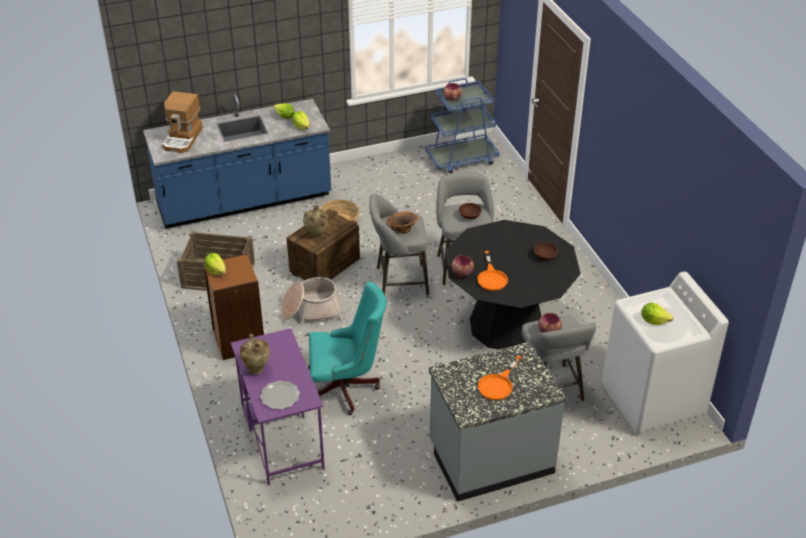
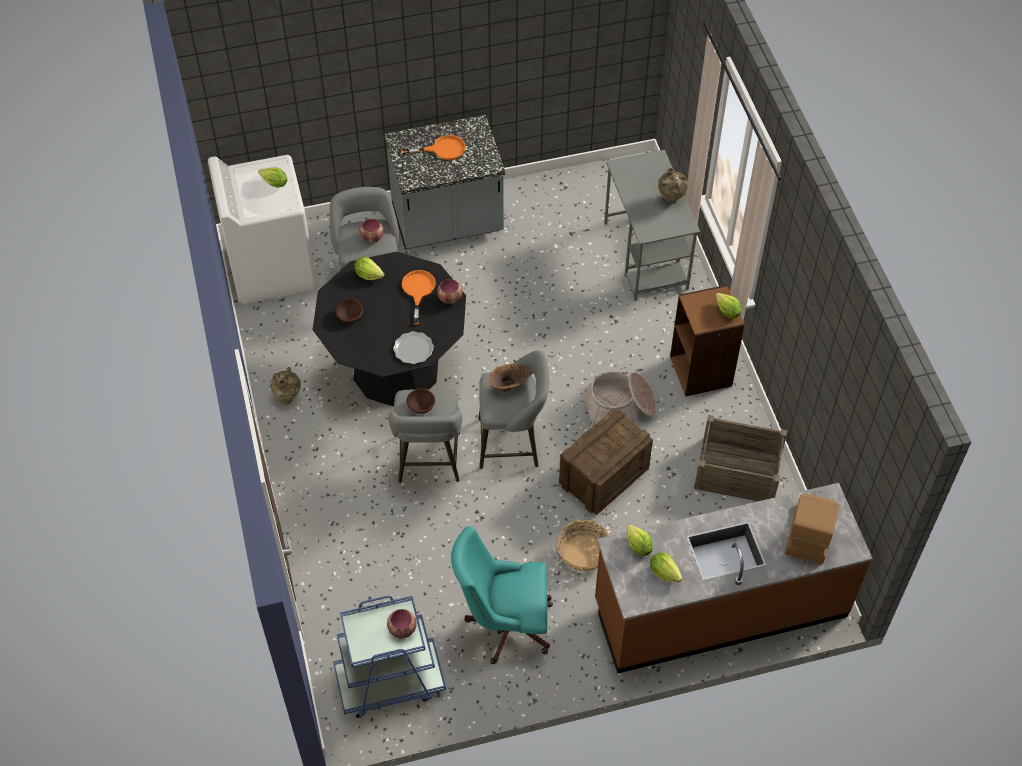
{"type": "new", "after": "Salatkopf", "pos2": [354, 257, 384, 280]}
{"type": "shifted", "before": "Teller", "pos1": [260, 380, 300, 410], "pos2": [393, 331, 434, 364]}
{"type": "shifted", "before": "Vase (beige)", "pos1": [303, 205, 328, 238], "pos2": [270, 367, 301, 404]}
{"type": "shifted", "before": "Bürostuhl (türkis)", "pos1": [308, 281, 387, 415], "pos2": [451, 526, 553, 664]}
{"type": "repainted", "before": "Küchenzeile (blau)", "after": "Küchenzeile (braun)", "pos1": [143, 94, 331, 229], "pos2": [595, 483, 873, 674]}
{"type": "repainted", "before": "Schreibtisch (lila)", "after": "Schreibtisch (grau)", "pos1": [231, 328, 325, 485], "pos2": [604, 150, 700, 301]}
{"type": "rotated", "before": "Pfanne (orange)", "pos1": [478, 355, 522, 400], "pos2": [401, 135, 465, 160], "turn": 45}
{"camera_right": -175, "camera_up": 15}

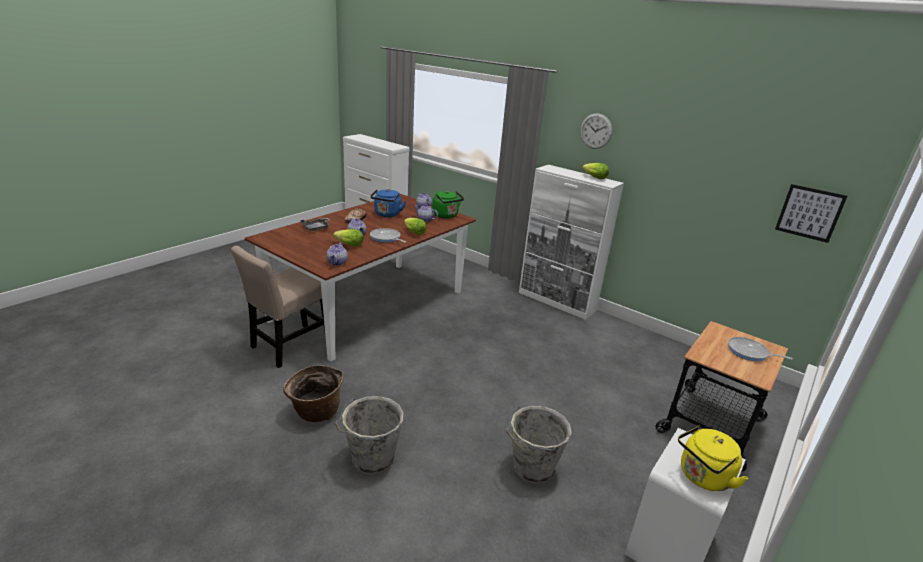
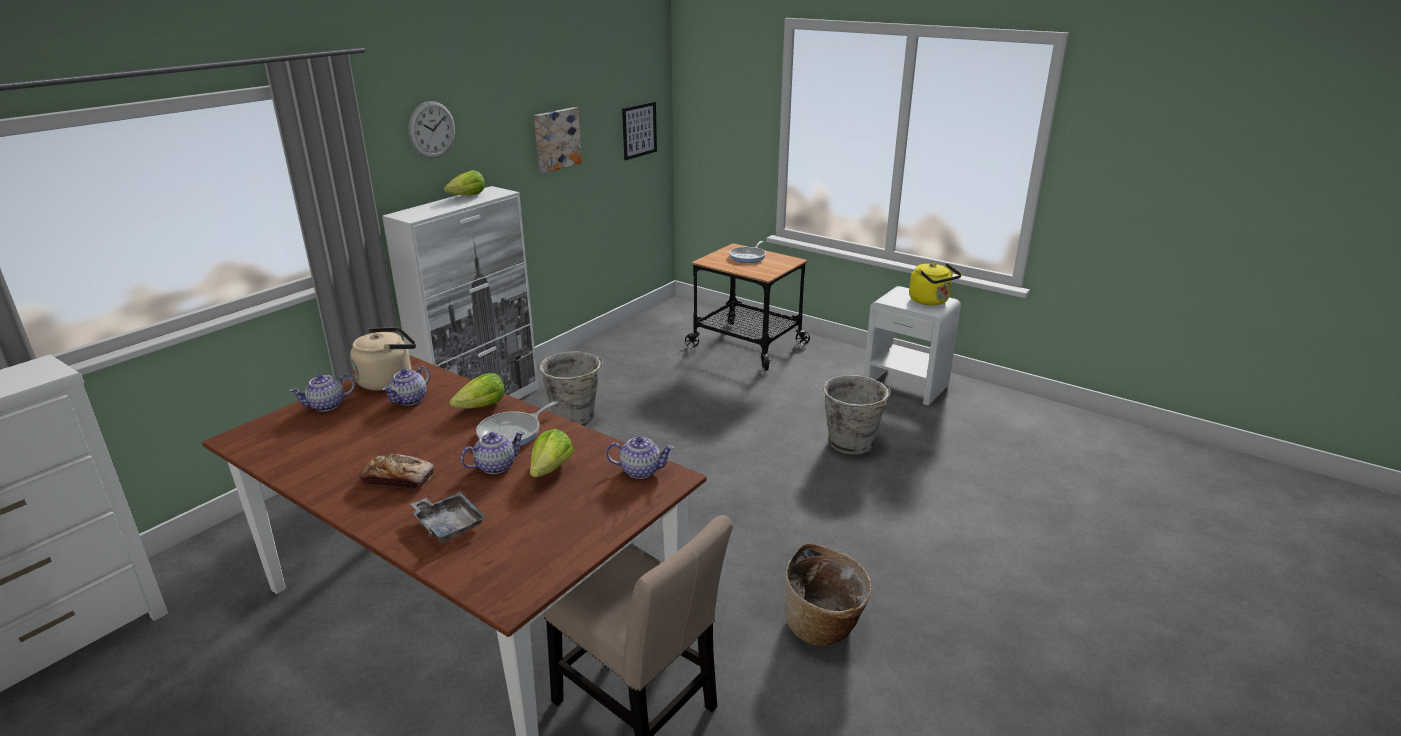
{"type": "gone", "before": "Wasserkessel (blau)", "pos1": [370, 189, 406, 217]}
{"type": "new", "after": "Bild", "pos2": [534, 107, 582, 173]}
{"type": "shifted", "before": "Eimer (grau)", "pos1": [335, 396, 404, 475], "pos2": [540, 351, 603, 425]}
{"type": "repainted", "before": "Wasserkessel (grün)", "after": "Wasserkessel (beige)", "pos1": [432, 191, 464, 218], "pos2": [350, 327, 416, 391]}
{"camera_right": -90, "camera_up": 0}

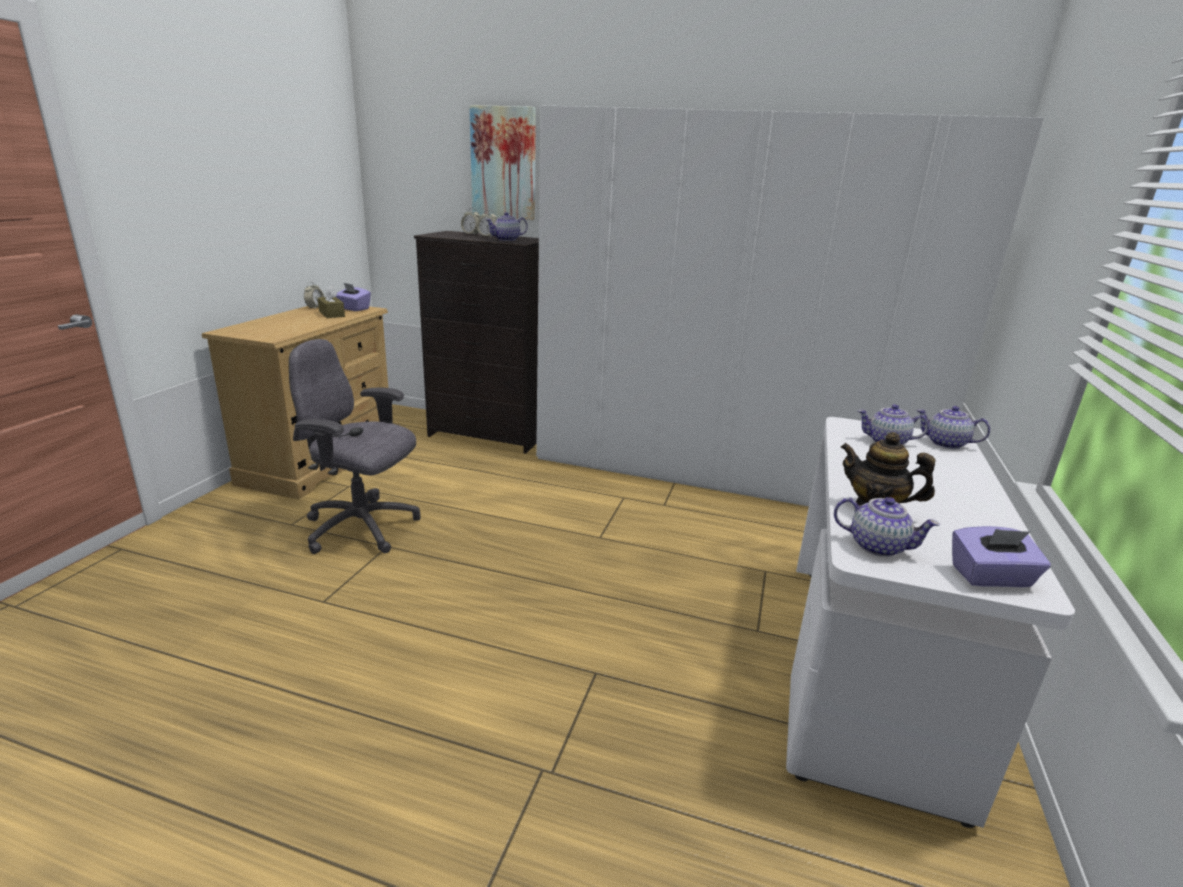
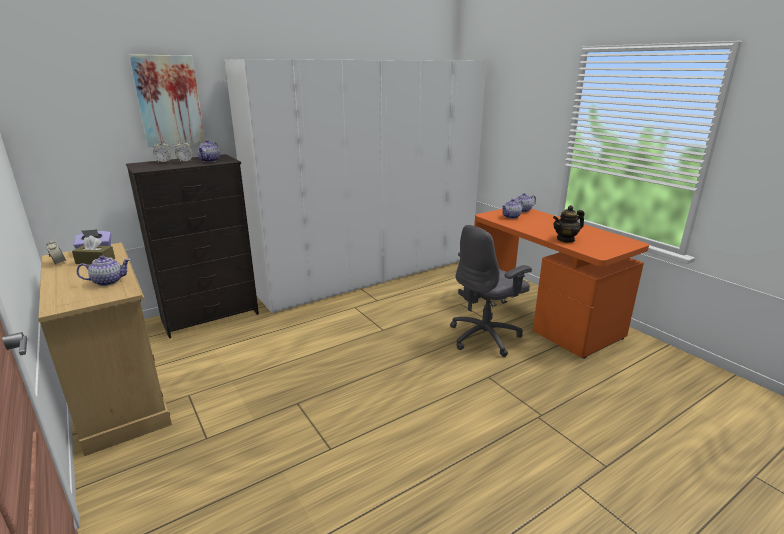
{"type": "gone", "before": "Taschentuchbox (lila)", "pos1": [952, 526, 1051, 587]}
{"type": "shifted", "before": "Bürostuhl (grau)", "pos1": [289, 339, 421, 554], "pos2": [450, 225, 532, 357]}
{"type": "shifted", "before": "Teekanne", "pos1": [834, 497, 940, 557], "pos2": [77, 255, 131, 286]}
{"type": "repainted", "before": "Schreibtisch (weiß)", "after": "Schreibtisch (orange)", "pos1": [786, 417, 1075, 828], "pos2": [474, 209, 649, 359]}
{"camera_right": -50, "camera_up": 0}

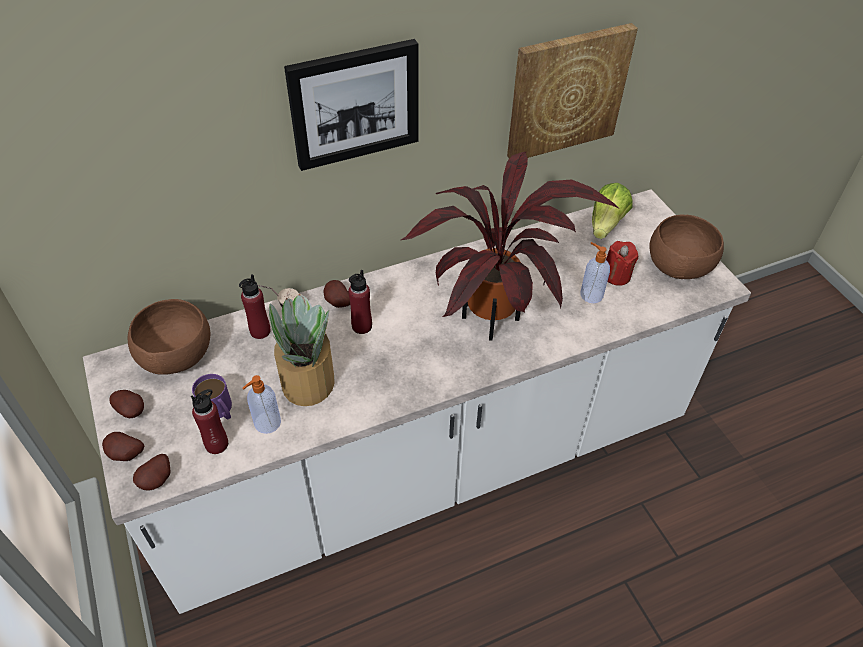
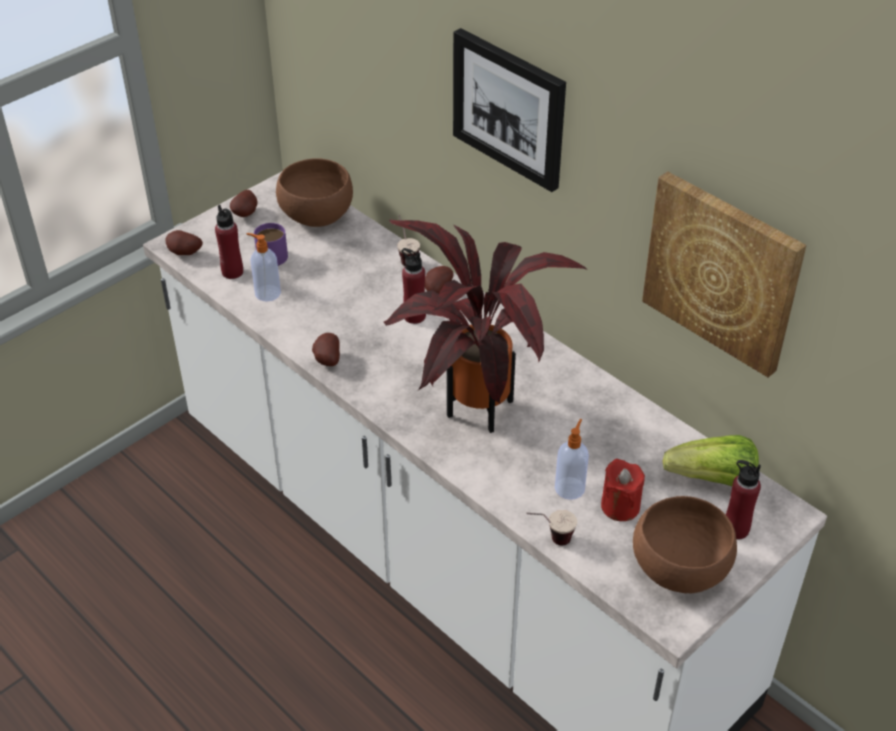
{"type": "gone", "before": "Topfpflanze", "pos1": [269, 294, 335, 406]}
{"type": "new", "after": "Tasse", "pos2": [526, 510, 577, 546]}
{"type": "shifted", "before": "Kartoffel", "pos1": [102, 432, 144, 461], "pos2": [312, 333, 340, 366]}
{"type": "shifted", "before": "Flasche (rot)", "pos1": [239, 274, 271, 339], "pos2": [726, 460, 761, 539]}
{"camera_right": 70, "camera_up": -5}

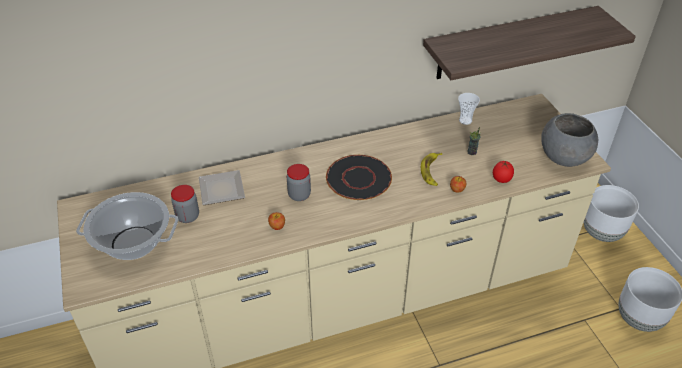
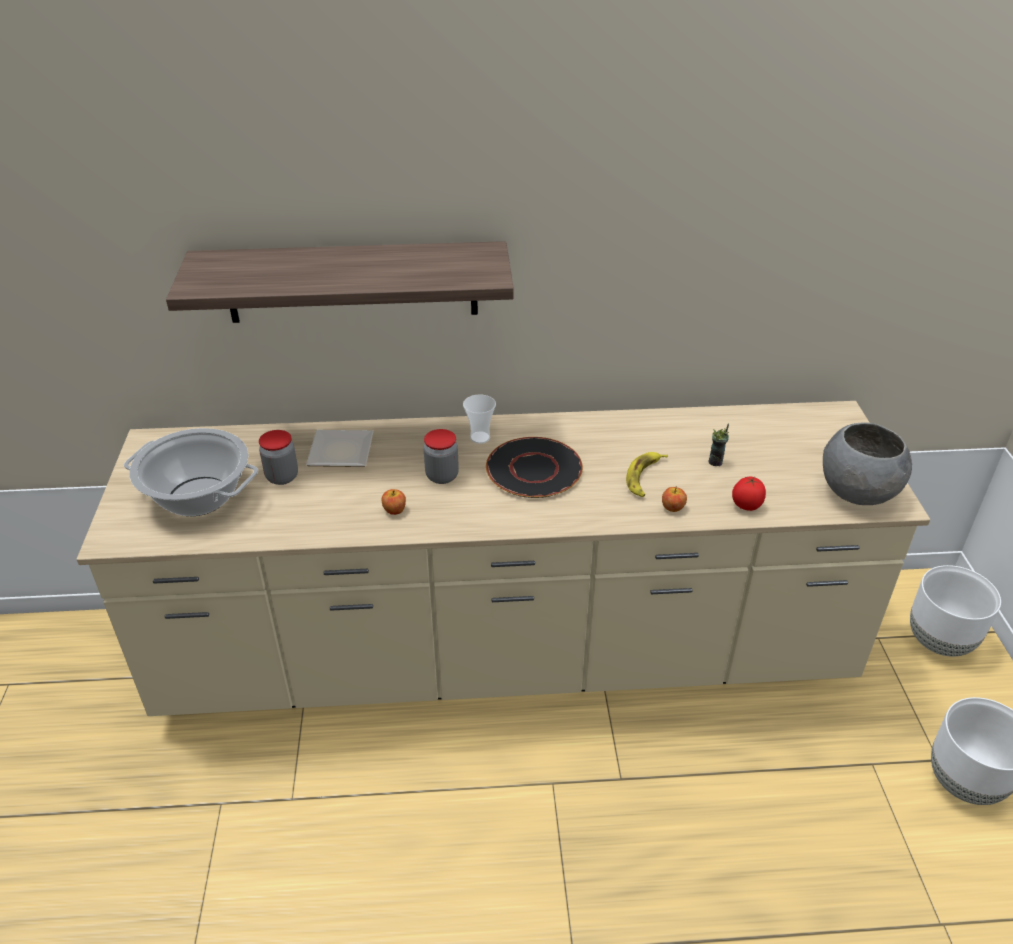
{"type": "shifted", "before": "Wandregal", "pos1": [423, 6, 636, 80], "pos2": [166, 241, 514, 323]}
{"type": "shifted", "before": "Tasse", "pos1": [458, 93, 480, 125], "pos2": [463, 394, 496, 444]}
{"camera_right": 15, "camera_up": -5}

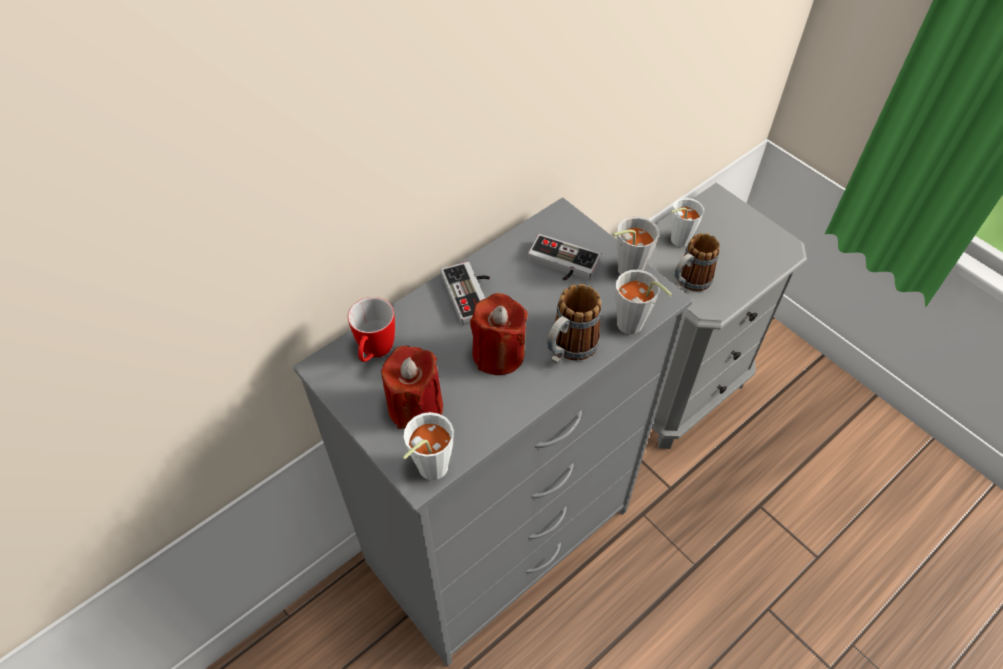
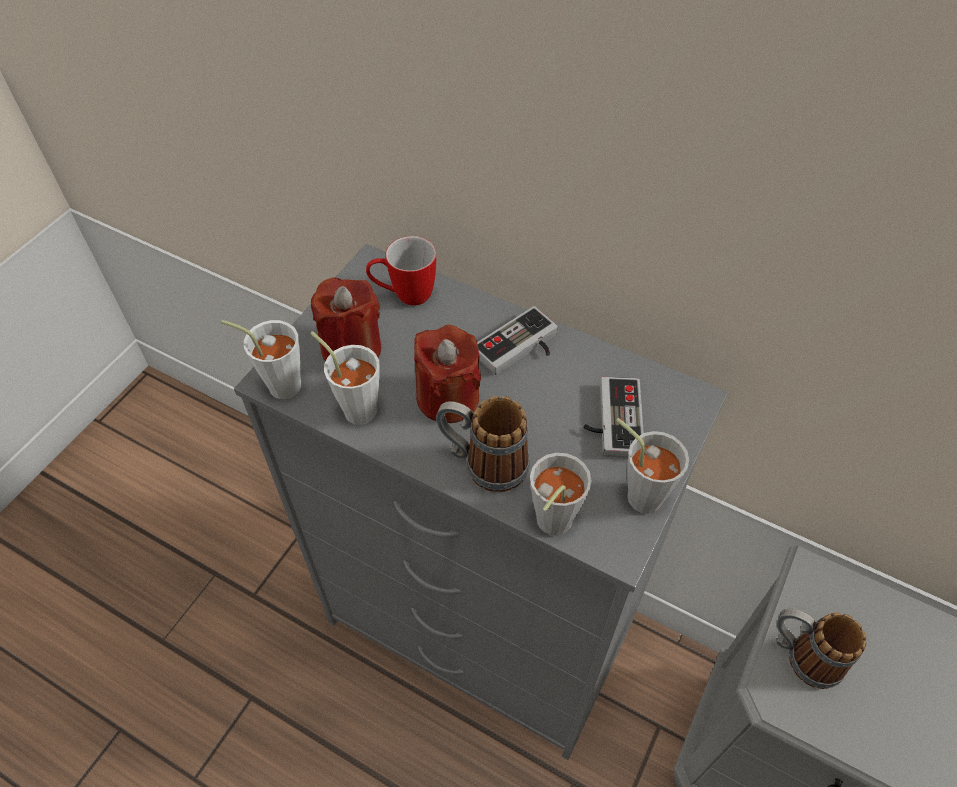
{"type": "shifted", "before": "Tasse (weiß)", "pos1": [671, 198, 704, 247], "pos2": [311, 331, 379, 425]}
{"camera_right": 70, "camera_up": 0}

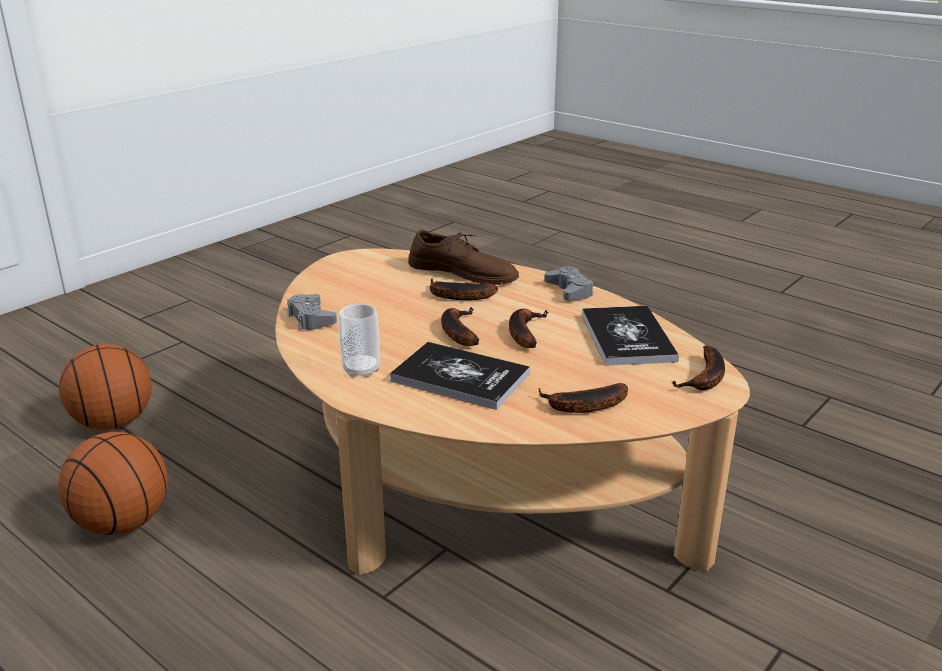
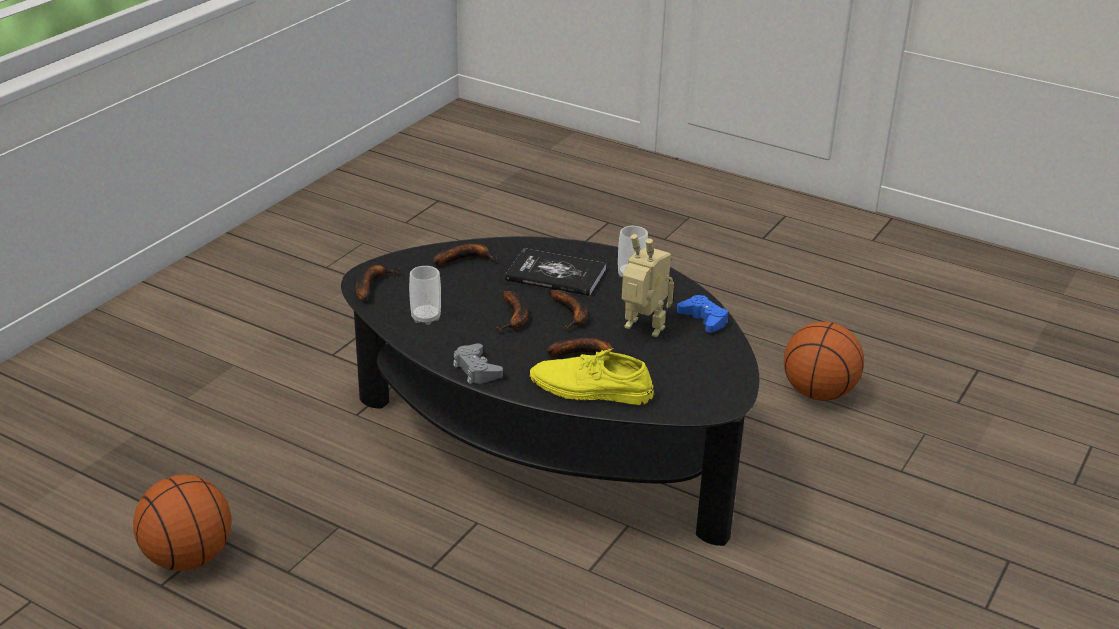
{"type": "new", "after": "Spielzeugroboter", "pos2": [622, 234, 674, 337]}
{"type": "shifted", "before": "Basketball", "pos1": [59, 344, 152, 430], "pos2": [133, 475, 231, 571]}
{"type": "swapped", "before": "Buch", "after": "Tasse", "pos1": [582, 306, 679, 366], "pos2": [409, 266, 441, 325]}
{"type": "repainted", "before": "Couchtisch (beige)", "after": "Couchtisch (schwarz)", "pos1": [275, 248, 750, 575], "pos2": [341, 236, 759, 546]}
{"type": "repainted", "before": "Gamepad (grau)", "after": "Gamepad (blau)", "pos1": [287, 294, 337, 330], "pos2": [677, 295, 728, 333]}
{"type": "repainted", "before": "Schuh (braun)", "after": "Schuh (gelb)", "pos1": [408, 230, 519, 285], "pos2": [530, 348, 654, 405]}
{"camera_right": 170, "camera_up": 5}

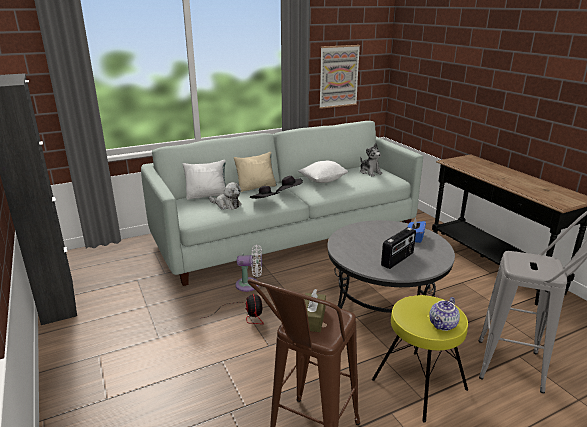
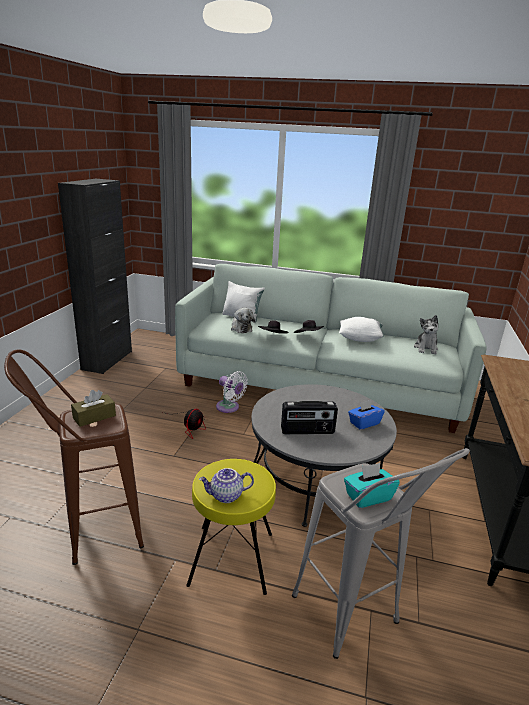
{"type": "gone", "before": "Kissen (beige)", "pos1": [234, 151, 277, 192]}
{"type": "gone", "before": "Bild", "pos1": [319, 45, 360, 109]}
{"type": "new", "after": "Taschentuchbox (türkis)", "pos2": [344, 463, 400, 508]}
{"camera_right": 40, "camera_up": 0}

